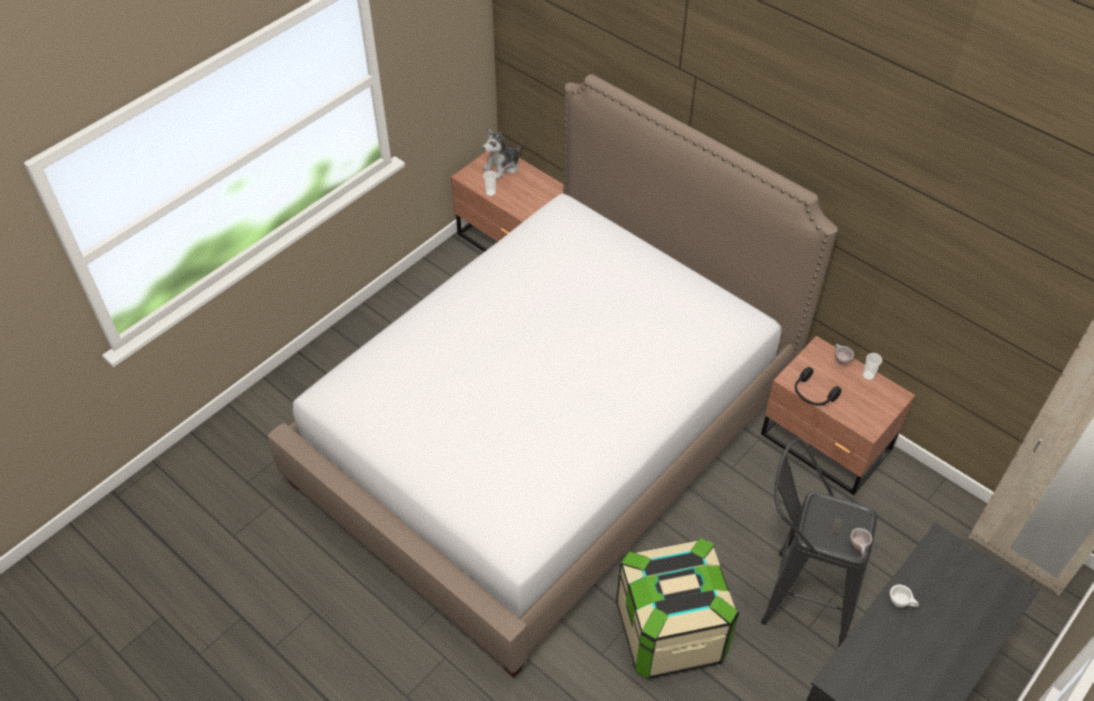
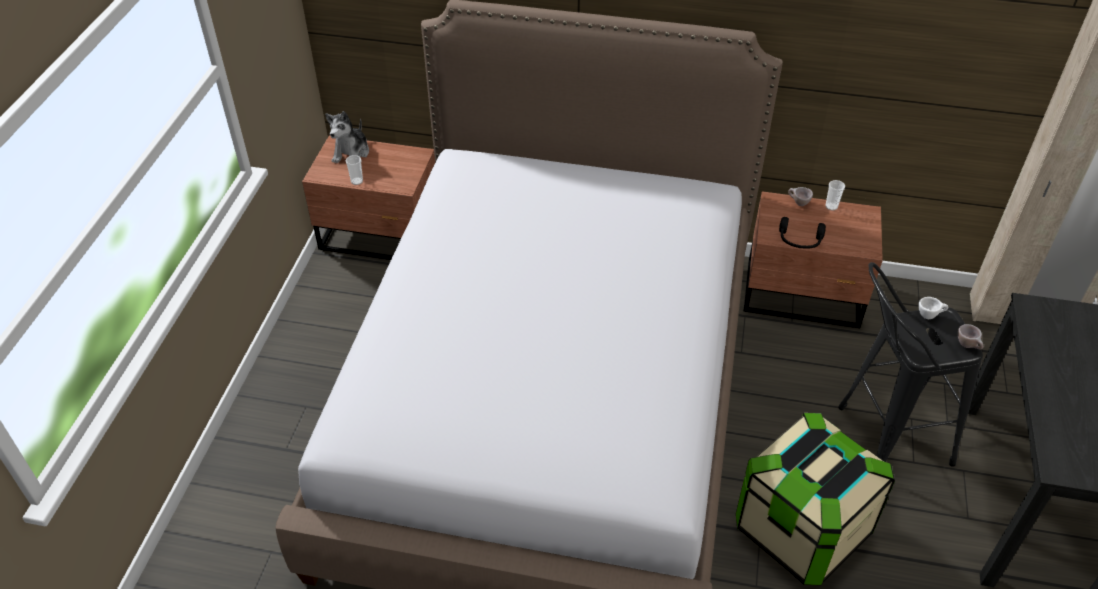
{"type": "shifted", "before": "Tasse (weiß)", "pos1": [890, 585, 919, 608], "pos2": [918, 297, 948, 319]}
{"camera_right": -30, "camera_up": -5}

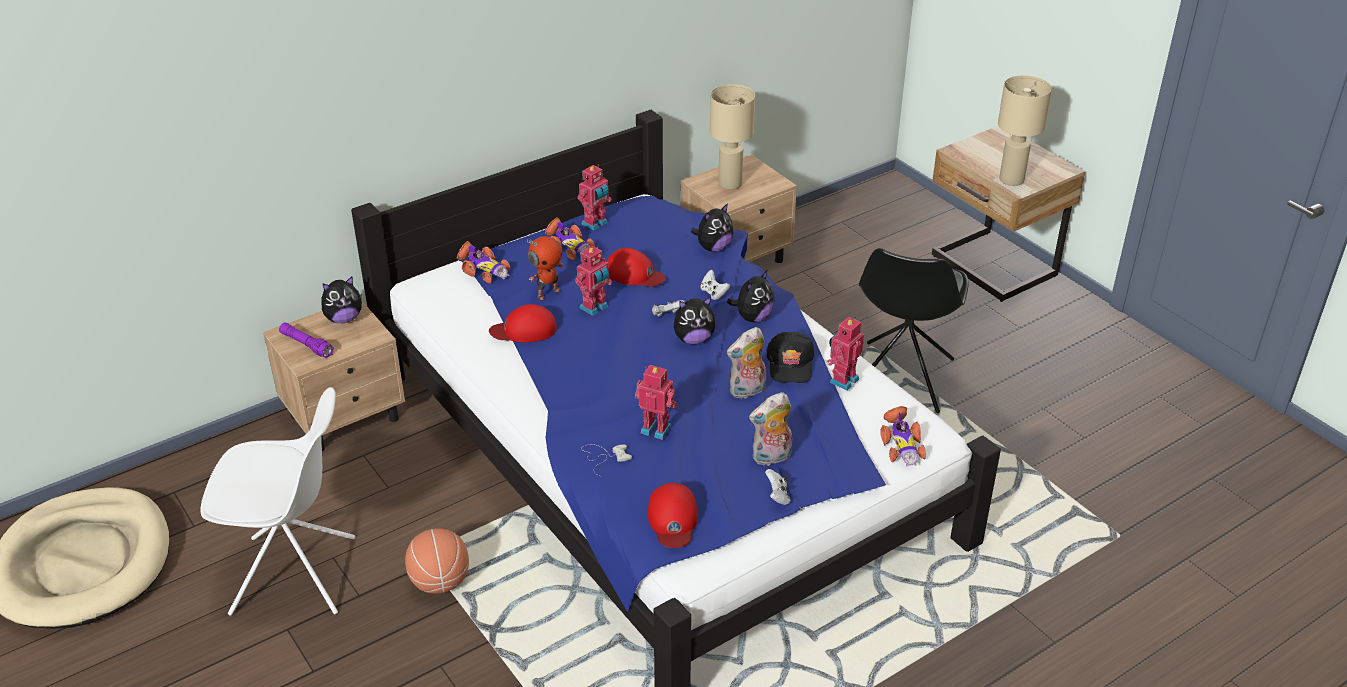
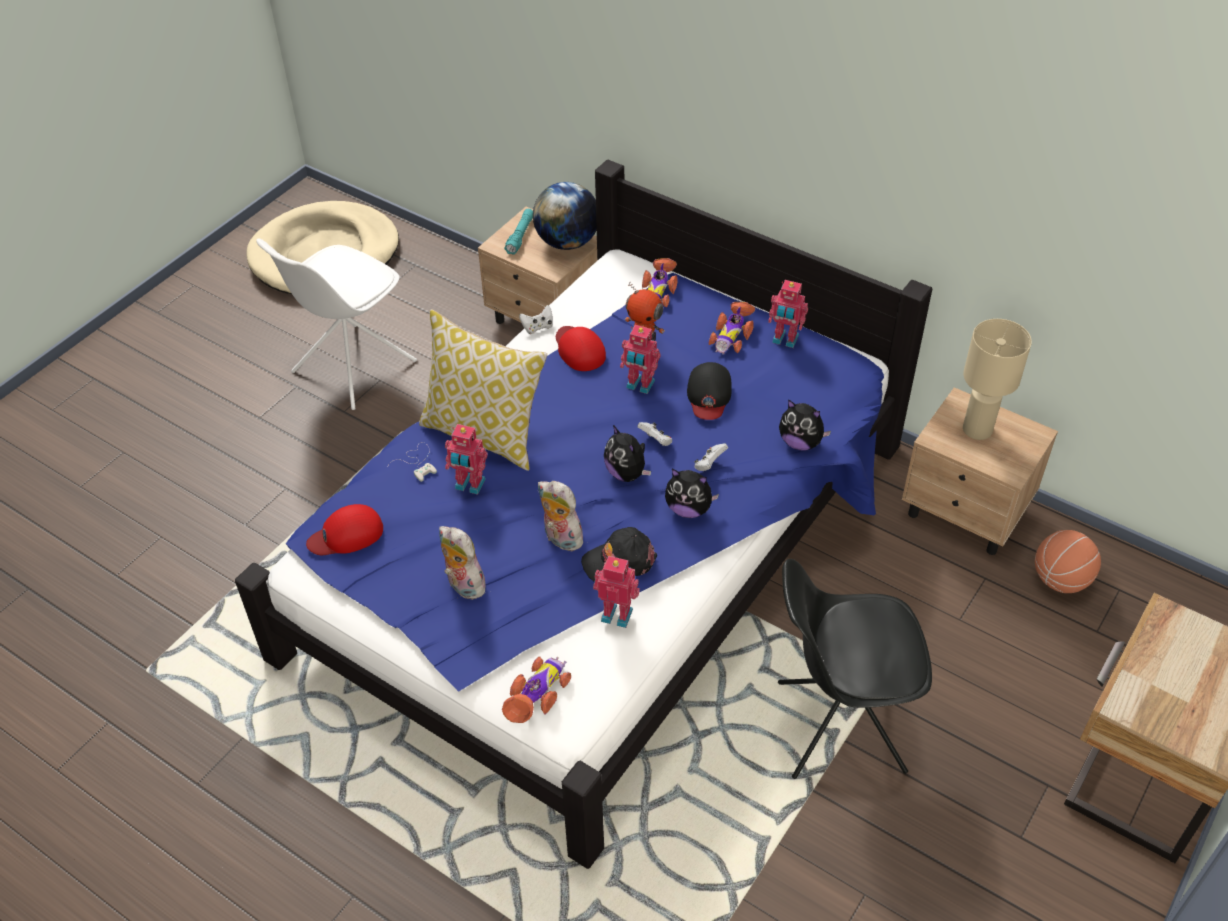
{"type": "gone", "before": "Tischlampe (beige)", "pos1": [998, 75, 1052, 186]}
{"type": "new", "after": "Kissen", "pos2": [419, 309, 547, 471]}
{"type": "shifted", "before": "Basketball", "pos1": [405, 528, 469, 594], "pos2": [1035, 530, 1101, 593]}
{"type": "shifted", "before": "Gamepad (weiß)", "pos1": [765, 469, 790, 505], "pos2": [519, 305, 553, 334]}
{"type": "swapped", "before": "Plüschtier", "after": "Globus", "pos1": [322, 277, 362, 323], "pos2": [533, 182, 597, 250]}
{"type": "repainted", "before": "Taschenlampe (lila)", "after": "Taschenlampe (türkis)", "pos1": [279, 323, 334, 358], "pos2": [504, 209, 533, 255]}
{"type": "repainted", "before": "Kappe (rot)", "after": "Kappe (schwarz)", "pos1": [607, 248, 666, 287], "pos2": [687, 362, 732, 420]}
{"type": "rotated", "before": "Stuhl (weiß)", "pos1": [200, 387, 355, 616], "pos2": [256, 238, 417, 410], "turn": 60}
{"type": "rotated", "before": "Spielzeugroboter", "pos1": [635, 365, 678, 440], "pos2": [445, 424, 488, 495], "turn": 105}
{"type": "rotated", "before": "Spielzeugauto", "pos1": [881, 406, 926, 467], "pos2": [502, 657, 571, 723], "turn": 150}
{"camera_right": 70, "camera_up": 10}

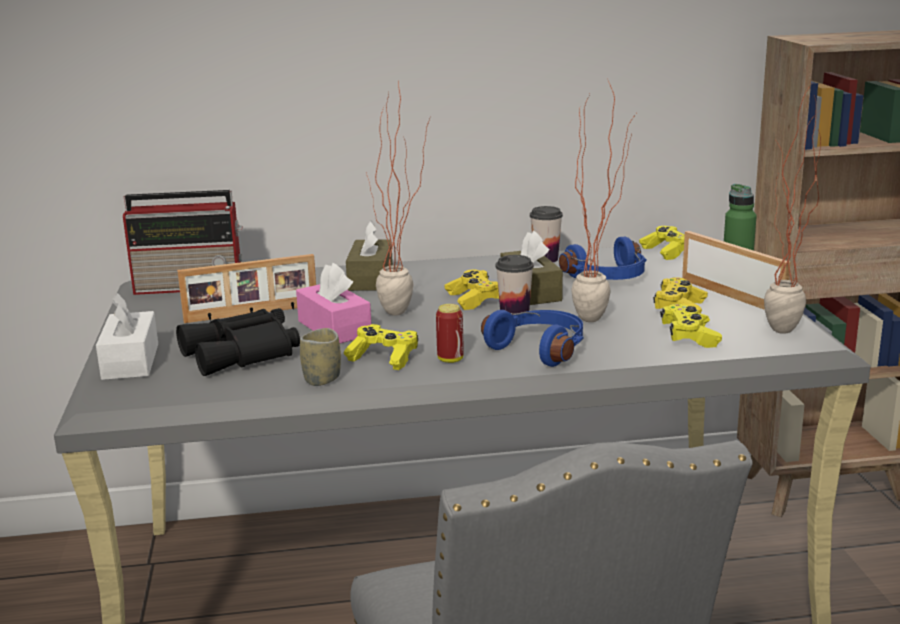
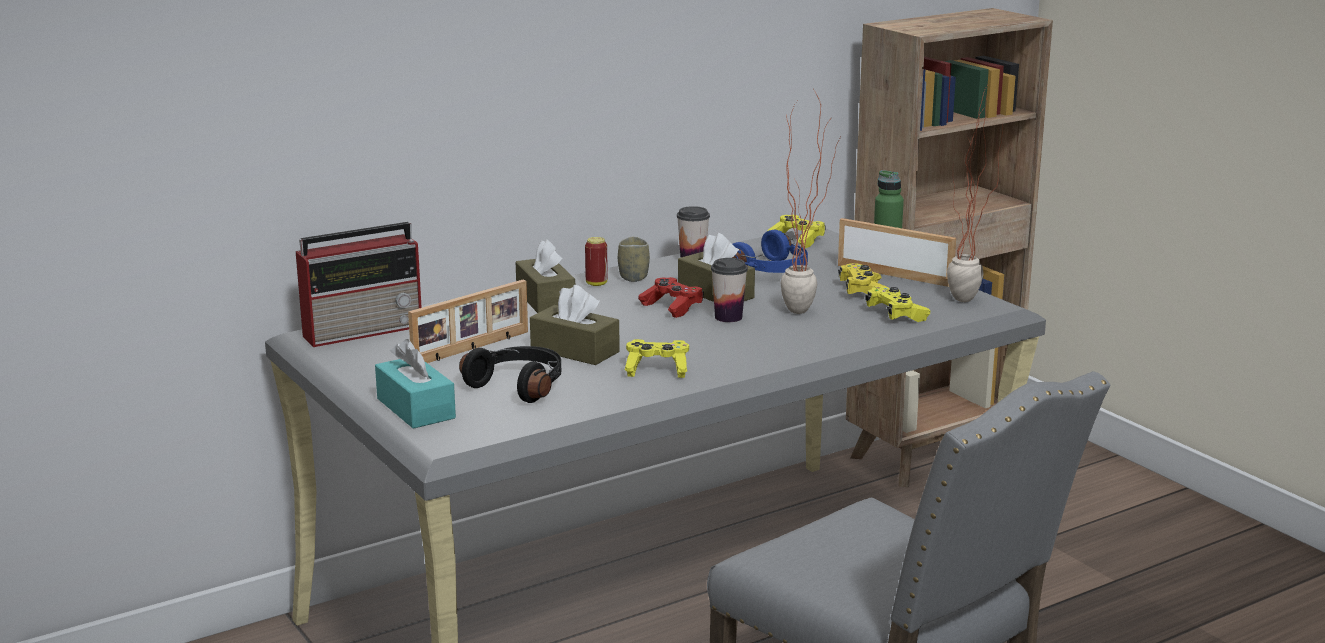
{"type": "gone", "before": "Topfpflanze", "pos1": [366, 82, 430, 316]}
{"type": "gone", "before": "Kopfhörer (blau)", "pos1": [481, 310, 584, 367]}
{"type": "shifted", "before": "Tasse", "pos1": [300, 328, 341, 386], "pos2": [618, 237, 650, 282]}
{"type": "shifted", "before": "Dose", "pos1": [436, 304, 464, 363], "pos2": [585, 237, 608, 286]}
{"type": "swapped", "before": "Fernglas (schwarz)", "after": "Kopfhörer (schwarz)", "pos1": [176, 308, 300, 376], "pos2": [459, 346, 561, 403]}
{"type": "repainted", "before": "Taschentuchbox (weiß)", "after": "Taschentuchbox (türkis)", "pos1": [96, 293, 158, 380], "pos2": [375, 339, 456, 429]}
{"type": "repainted", "before": "Taschentuchbox (rosa)", "after": "Taschentuchbox (braun)", "pos1": [296, 263, 371, 343], "pos2": [530, 285, 620, 365]}
{"type": "repainted", "before": "Gamepad (gelb)", "after": "Gamepad (rot)", "pos1": [445, 270, 499, 310], "pos2": [638, 277, 704, 318]}
{"camera_right": -25, "camera_up": 0}

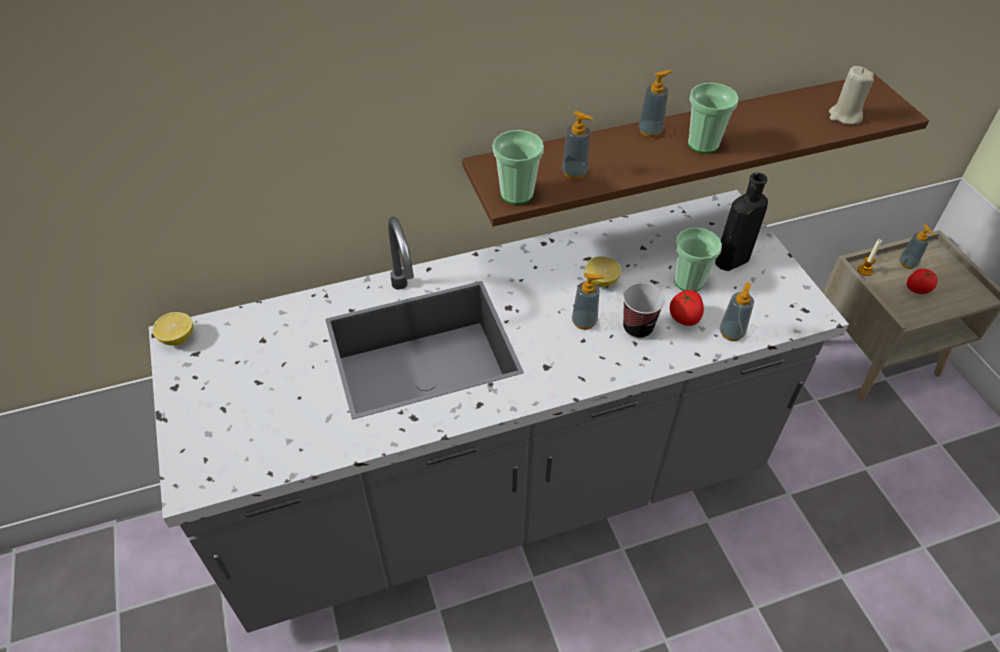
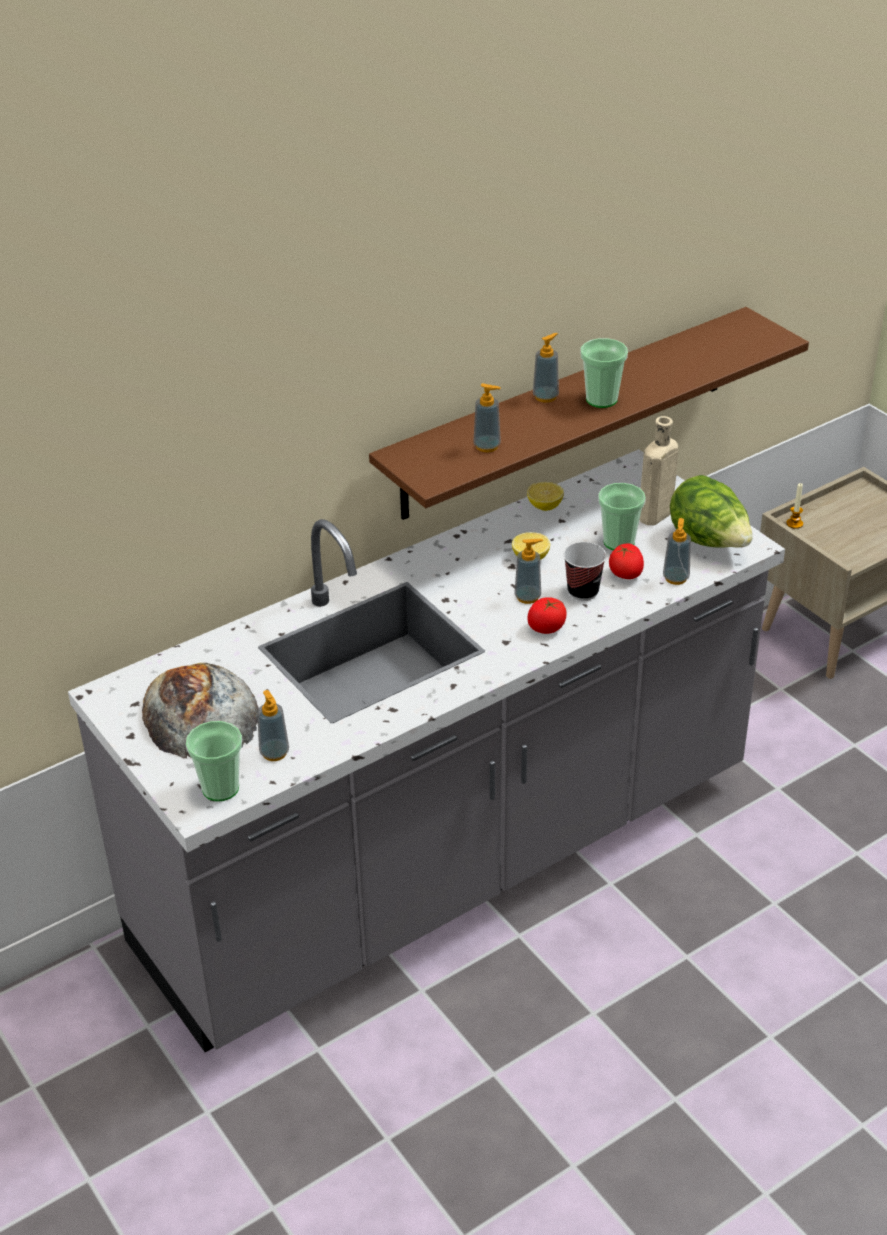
{"type": "gone", "before": "Kerze (beige)", "pos1": [829, 66, 874, 125]}
{"type": "new", "after": "Brot", "pos2": [142, 663, 259, 758]}
{"type": "new", "after": "Salatkopf", "pos2": [670, 475, 753, 548]}
{"type": "shifted", "before": "Zitrone", "pos1": [152, 312, 193, 346], "pos2": [527, 482, 564, 511]}
{"type": "shifted", "before": "Tasse", "pos1": [493, 130, 544, 205], "pos2": [186, 721, 242, 801]}
{"type": "shifted", "before": "Seifenspender", "pos1": [899, 224, 933, 269], "pos2": [257, 690, 289, 761]}
{"type": "shifted", "before": "Tomate", "pos1": [907, 269, 937, 294], "pos2": [527, 597, 567, 634]}
{"type": "repainted", "before": "Flasche (schwarz)", "after": "Flasche (beige)", "pos1": [715, 173, 768, 271], "pos2": [640, 416, 678, 525]}
{"camera_right": -15, "camera_up": -10}

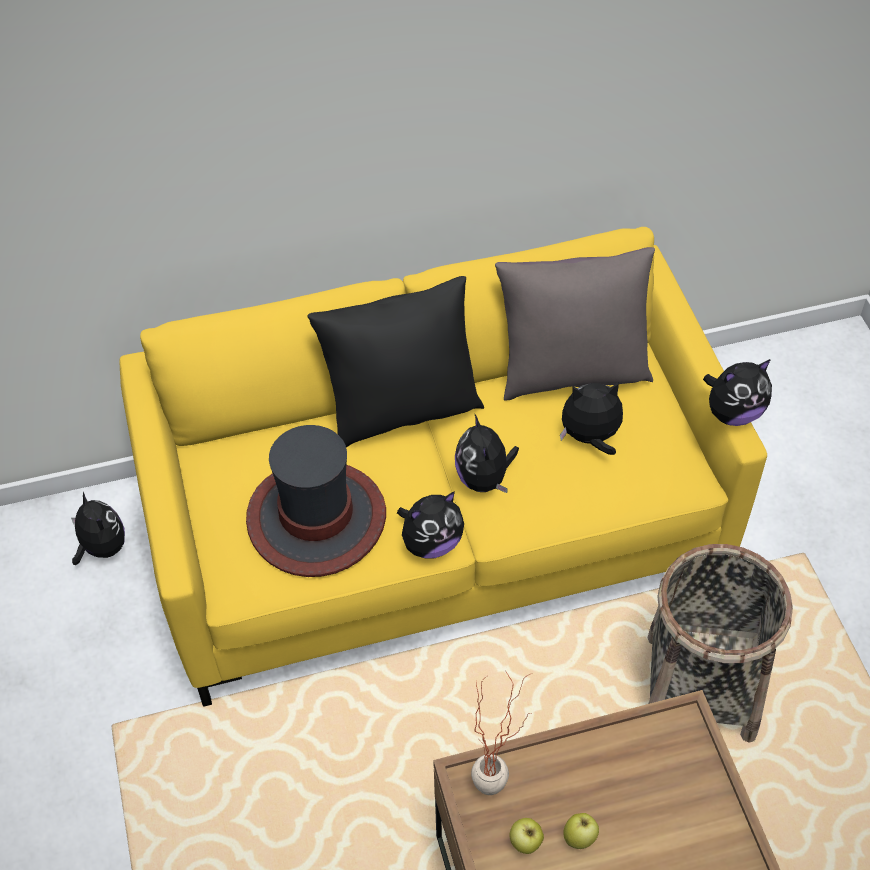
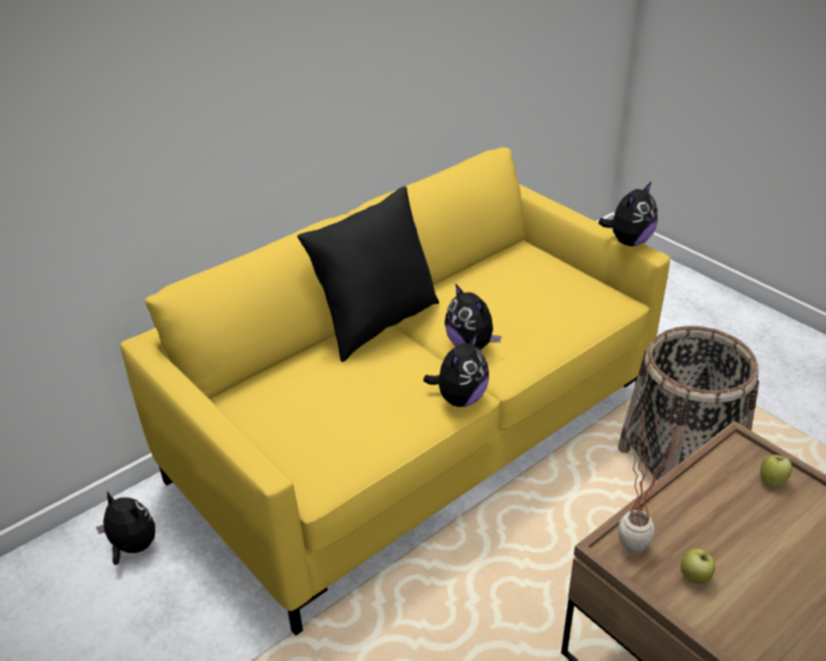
{"type": "gone", "before": "Hut", "pos1": [246, 425, 386, 577]}
{"type": "gone", "before": "Kissen (grau)", "pos1": [495, 247, 655, 401]}
{"type": "gone", "before": "Plüschtier", "pos1": [560, 382, 623, 455]}
{"type": "shifted", "before": "Apfel", "pos1": [563, 813, 599, 849], "pos2": [760, 455, 792, 487]}
{"camera_right": -25, "camera_up": -15}

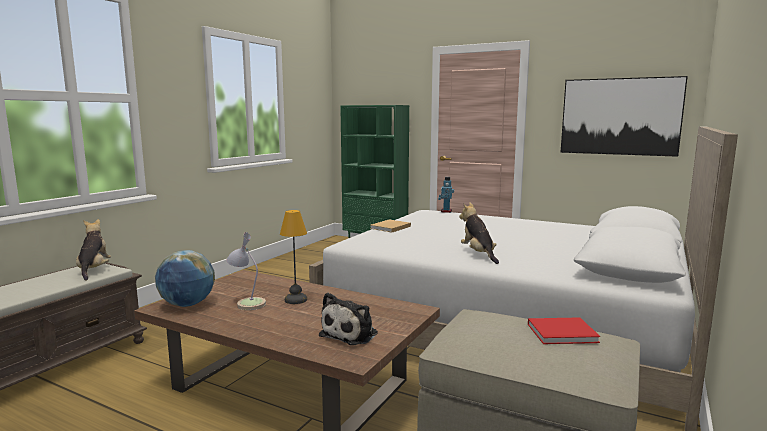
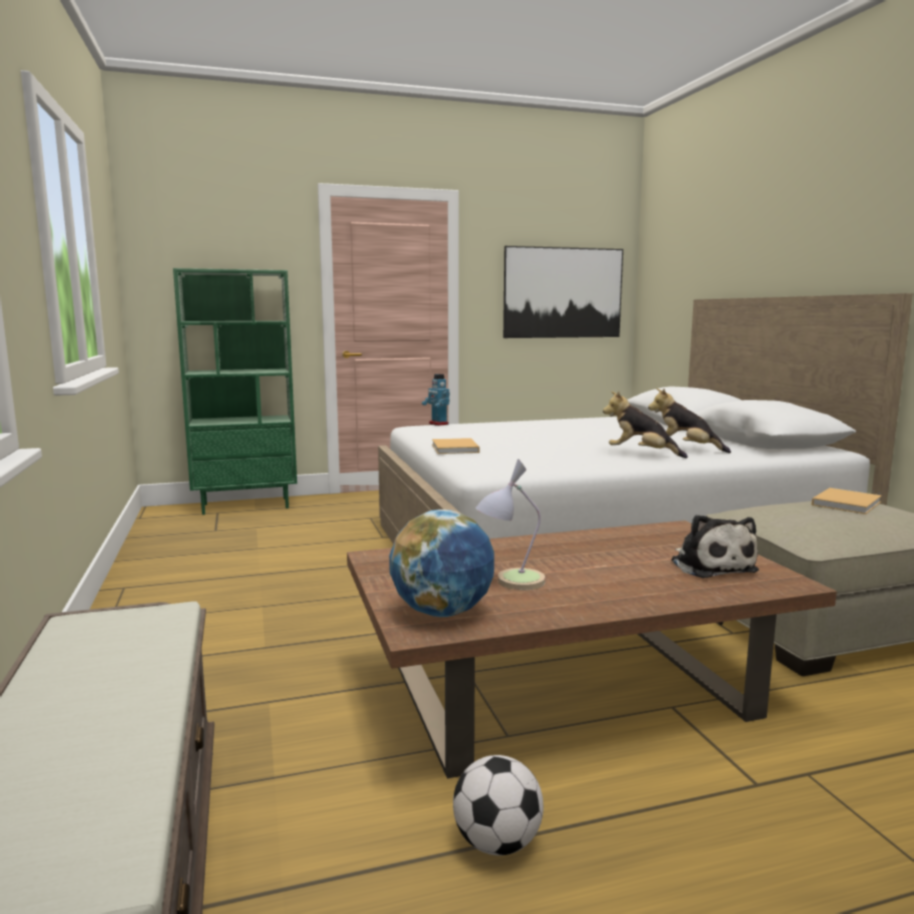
{"type": "gone", "before": "Tischlampe", "pos1": [280, 210, 307, 304]}
{"type": "new", "after": "Fußball", "pos2": [453, 755, 543, 856]}
{"type": "shifted", "before": "Plüschtier", "pos1": [76, 219, 112, 280], "pos2": [648, 388, 731, 453]}
{"type": "repainted", "before": "Buch (rot)", "after": "Buch (beige)", "pos1": [528, 317, 601, 344], "pos2": [812, 488, 882, 514]}
{"camera_right": -45, "camera_up": 0}

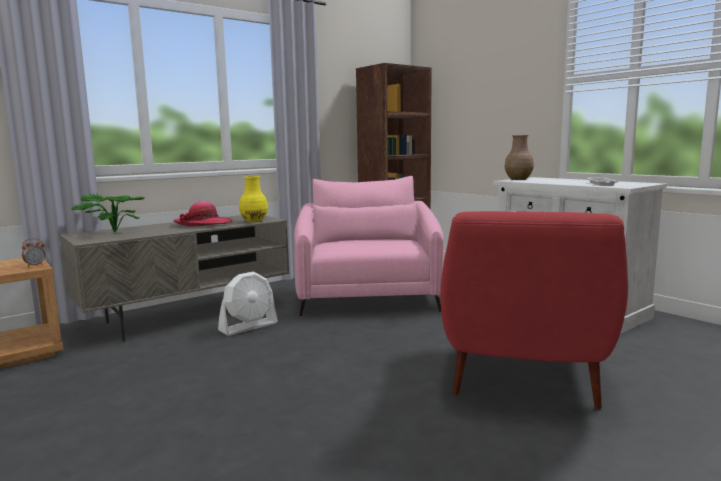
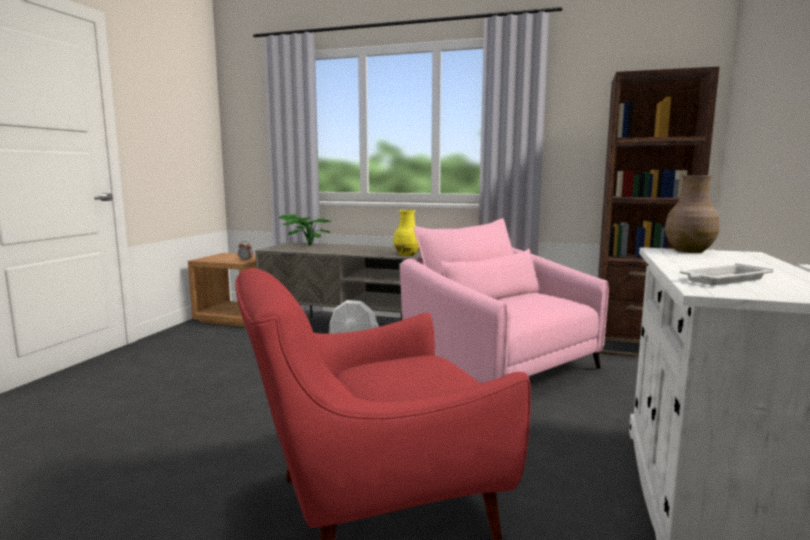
{"type": "gone", "before": "Hut", "pos1": [173, 201, 232, 227]}
{"type": "rotated", "before": "Sessel (rosa)", "pos1": [294, 176, 444, 317], "pos2": [400, 218, 609, 383], "turn": -90}
{"camera_right": 55, "camera_up": 0}

